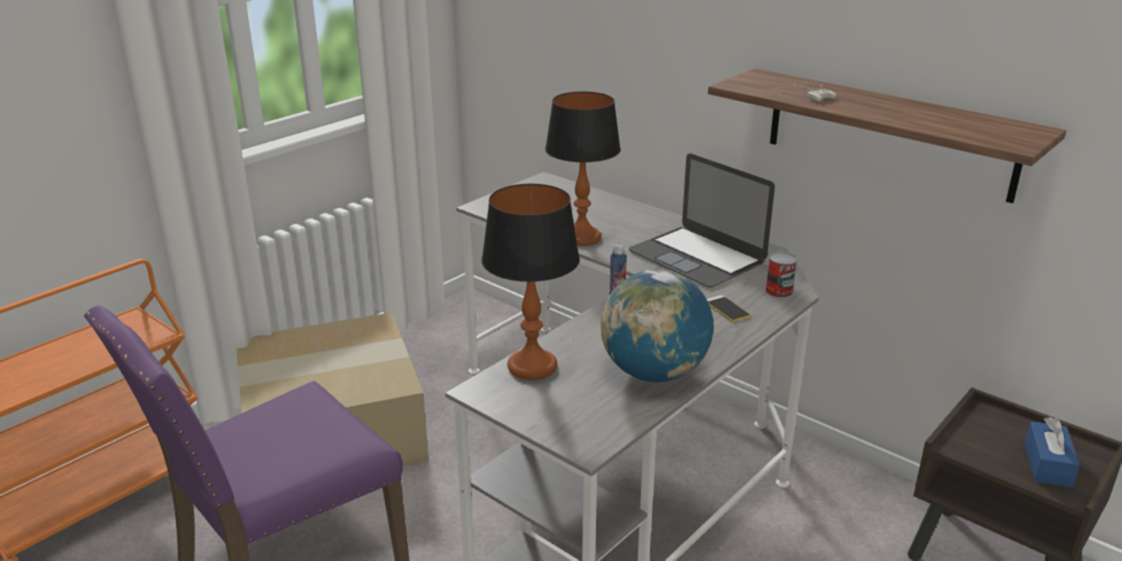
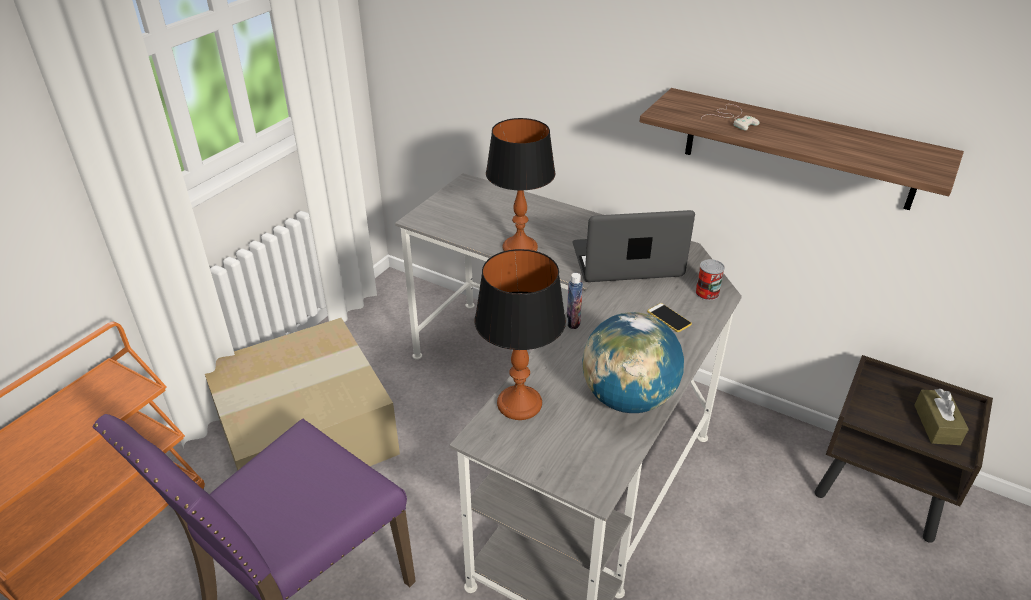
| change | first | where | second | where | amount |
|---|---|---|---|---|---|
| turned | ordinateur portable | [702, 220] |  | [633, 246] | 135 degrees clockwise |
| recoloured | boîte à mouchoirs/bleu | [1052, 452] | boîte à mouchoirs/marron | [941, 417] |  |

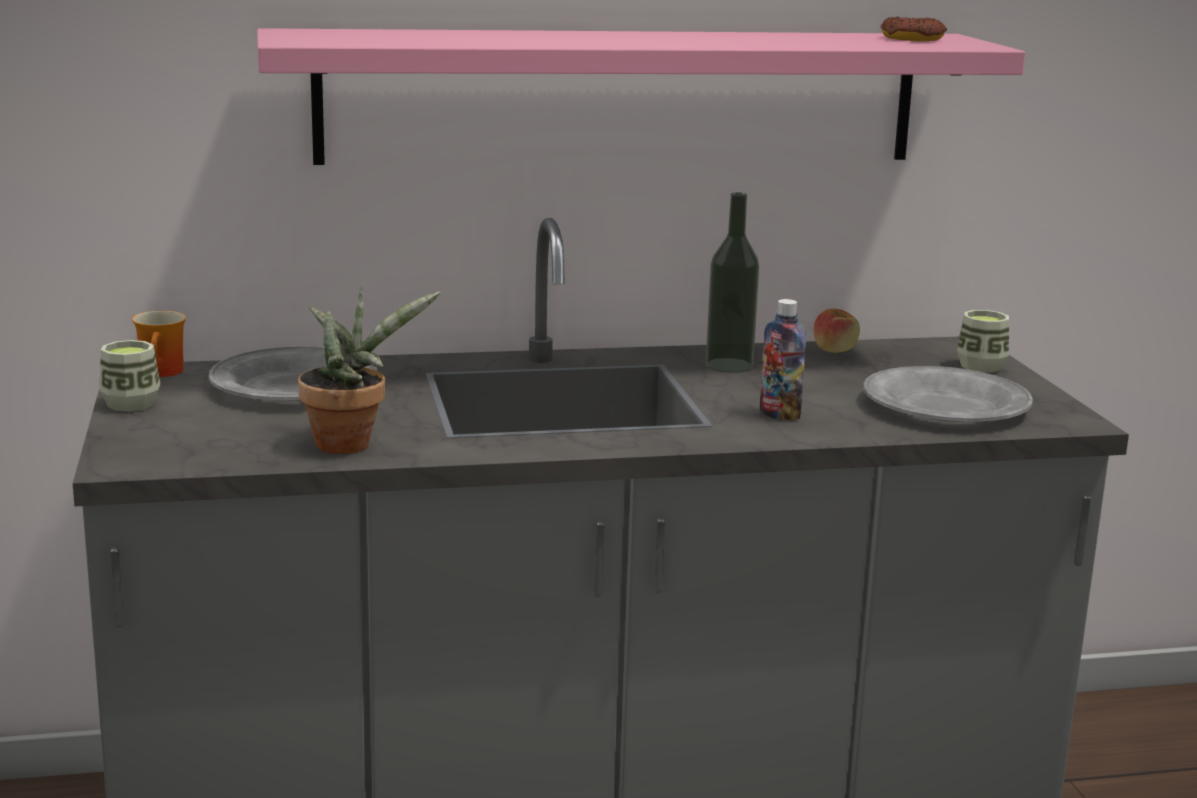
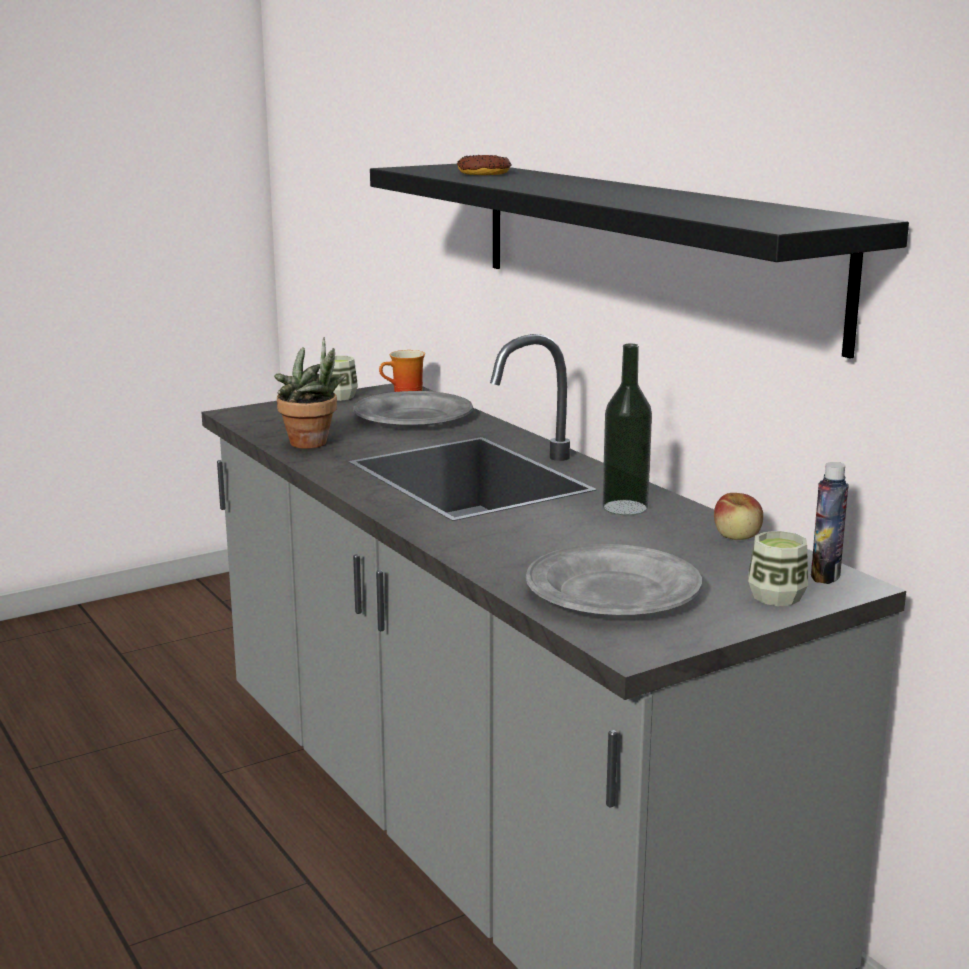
| change | first | where | second | where | amount |
|---|---|---|---|---|---|
| recoloured | étagère/rose | [641, 96] | étagère/noir | [639, 261] |  |
| moved | bouteille | [783, 360] |  | [830, 523] |  |
| moved | beignet | [914, 29] |  | [484, 165] |  |

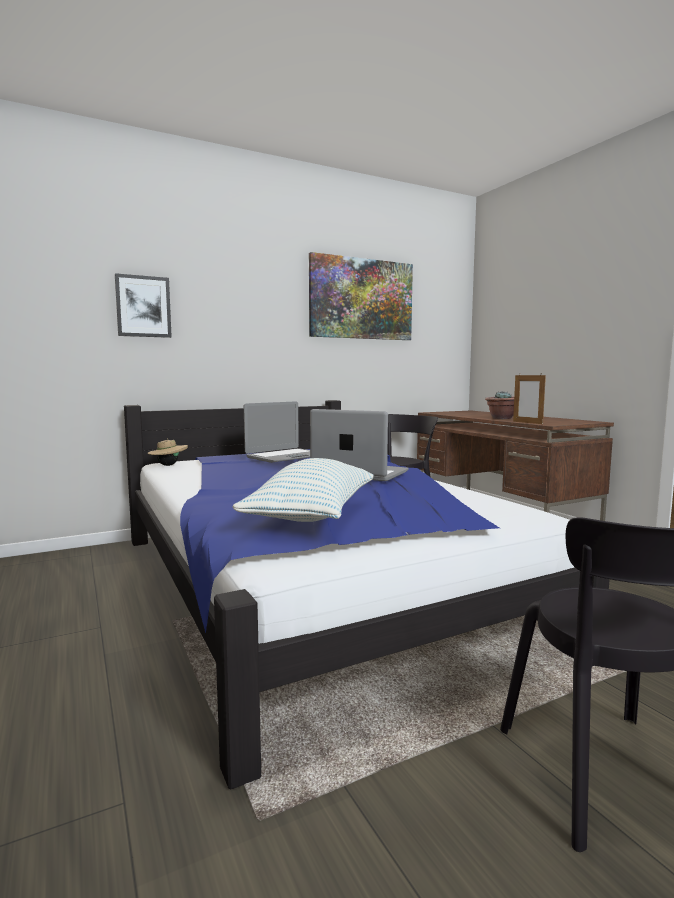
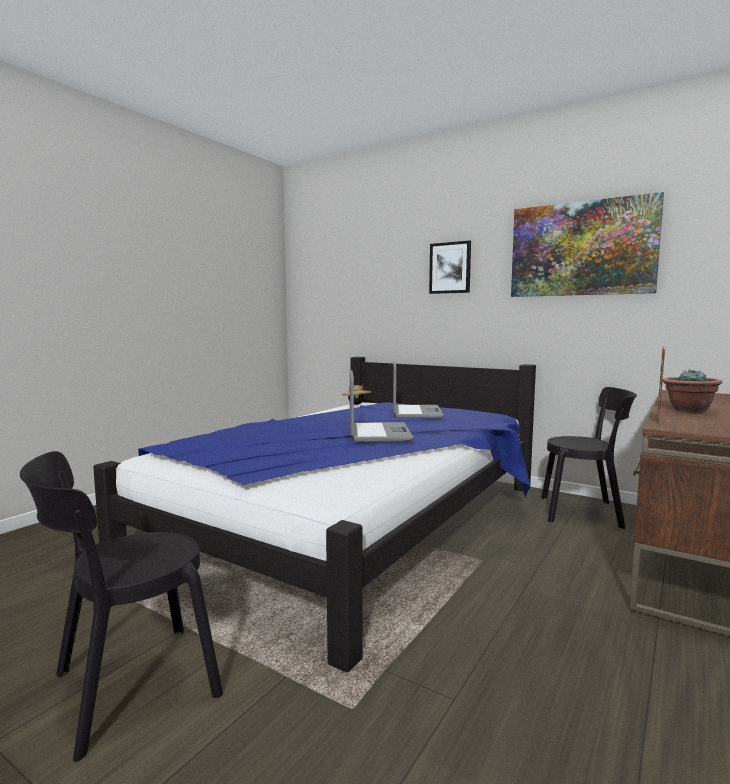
| change | first | where | second | where | amount |
|---|---|---|---|---|---|
| moved | tableau | [143, 305] |  | [450, 267] |  |
| removed | coussin | [303, 490] |  |  |  |
| turned | ordinateur portable | [277, 432] |  | [418, 390] | 105 degrees counterclockwise |

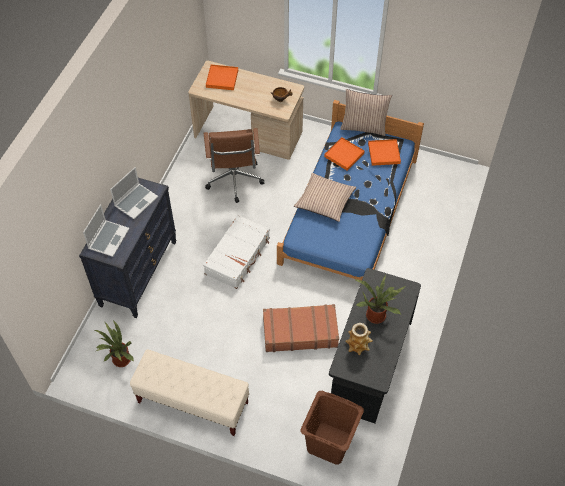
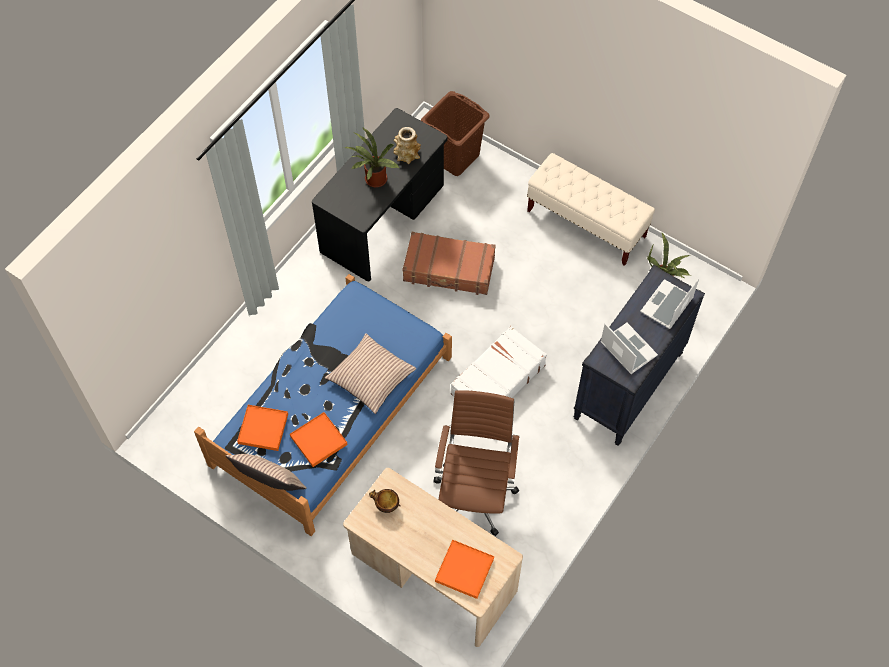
| change | first | where | second | where | amount |
|---|---|---|---|---|---|
| turned | ordinateur portable | [134, 193] |  | [629, 348] | 90 degrees clockwise |

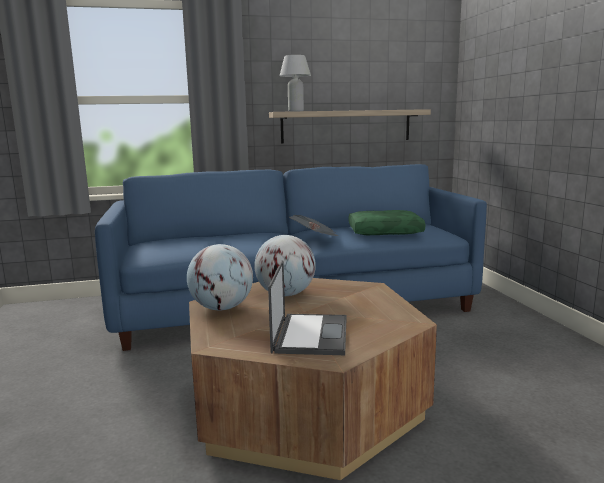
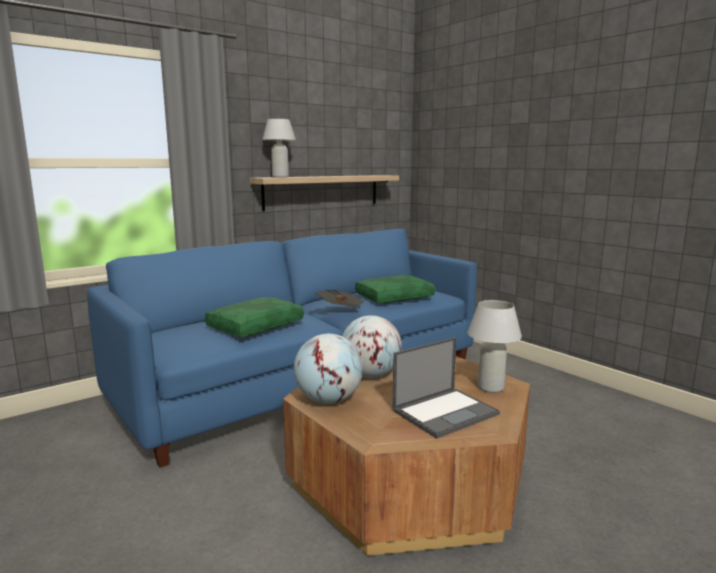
| change | first | where | second | where | amount |
|---|---|---|---|---|---|
| turned | ordinateur portable | [307, 307] |  | [446, 388] | 75 degrees clockwise |
| added |  |  | coussin/vert | [254, 317] |  |
| added |  |  | lampe de table/blanc | [494, 346] |  |

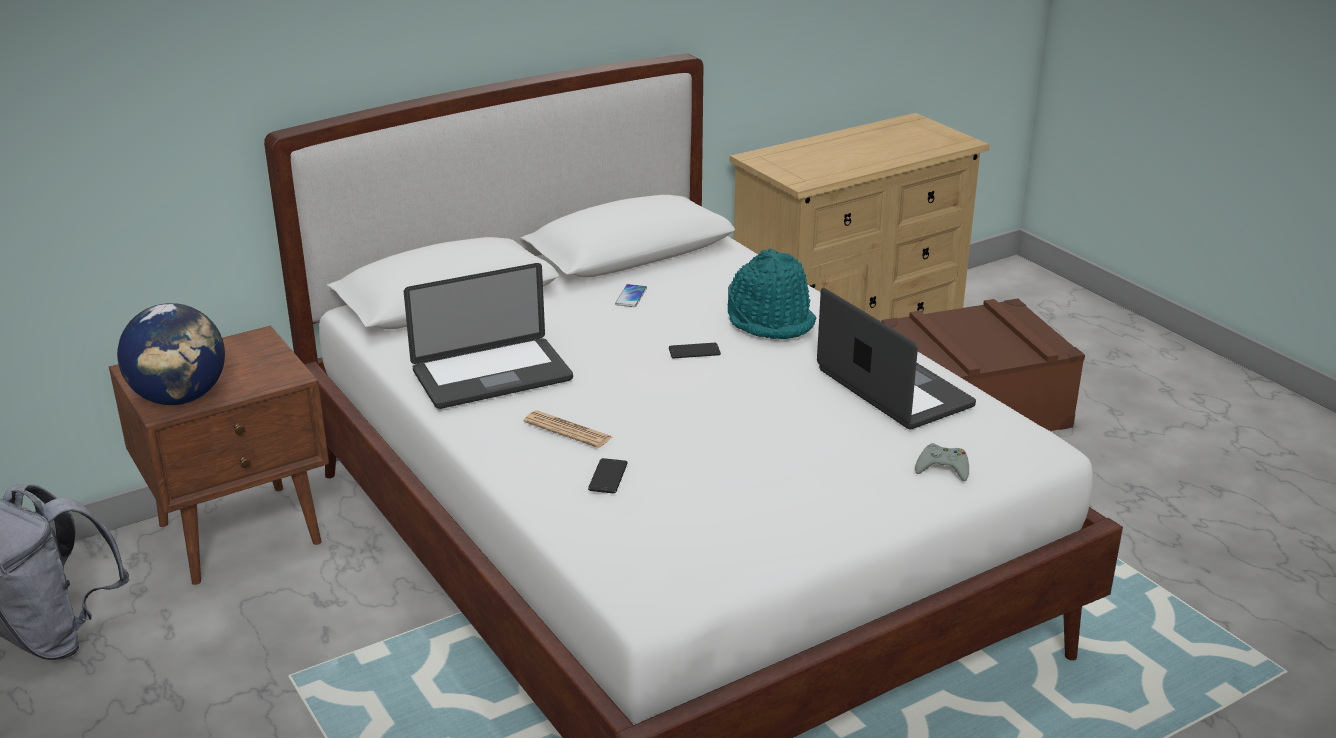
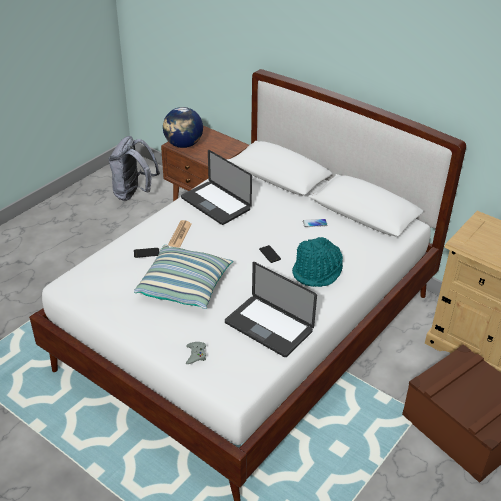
| change | first | where | second | where | amount |
|---|---|---|---|---|---|
| turned | ordinateur portable | [896, 358] |  | [271, 309] | 90 degrees clockwise |
| added |  |  | coussin | [183, 277] |  |

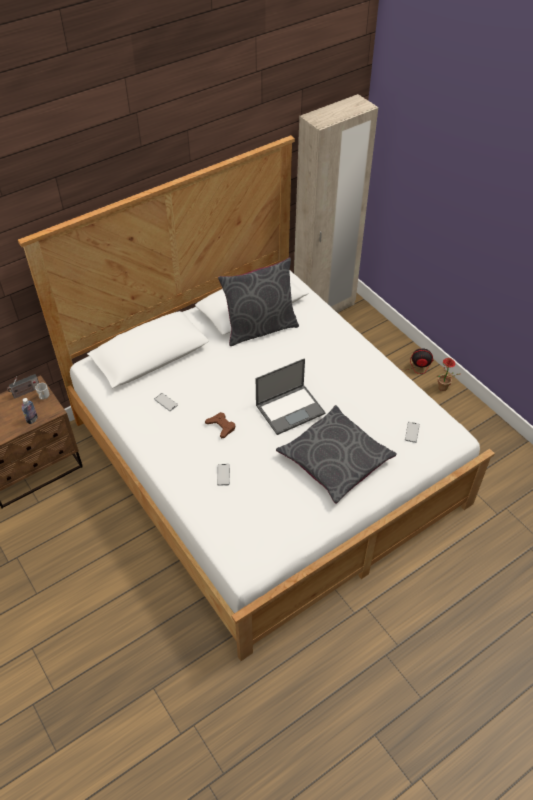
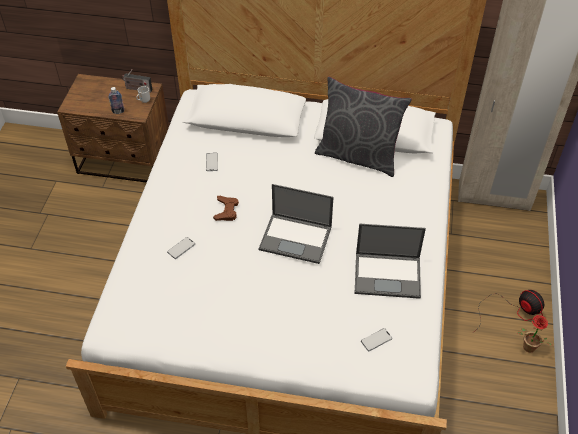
| change | first | where | second | where | amount |
|---|---|---|---|---|---|
| removed | coussin/gris | [336, 454] |  |  |  |
| added |  |  | ordinateur portable | [390, 261] |  |

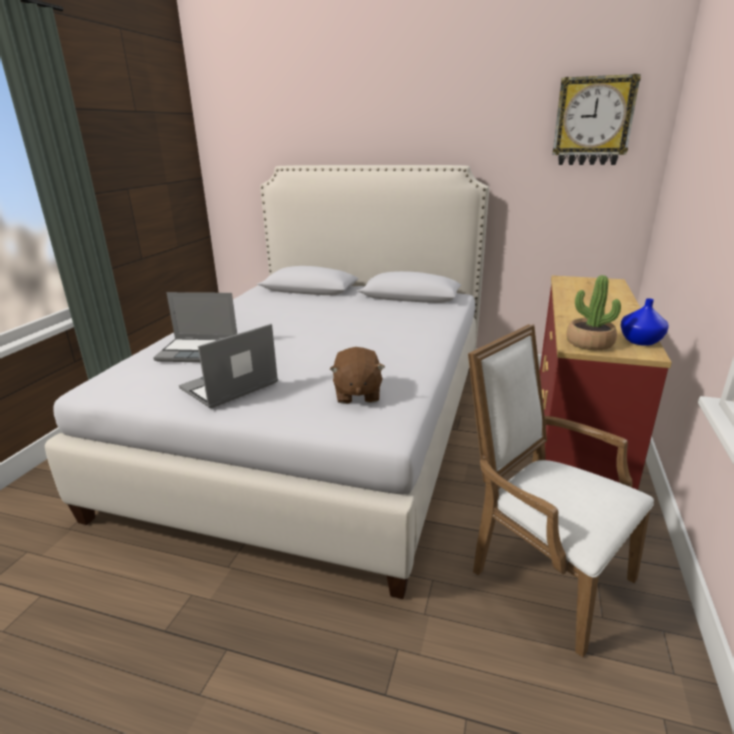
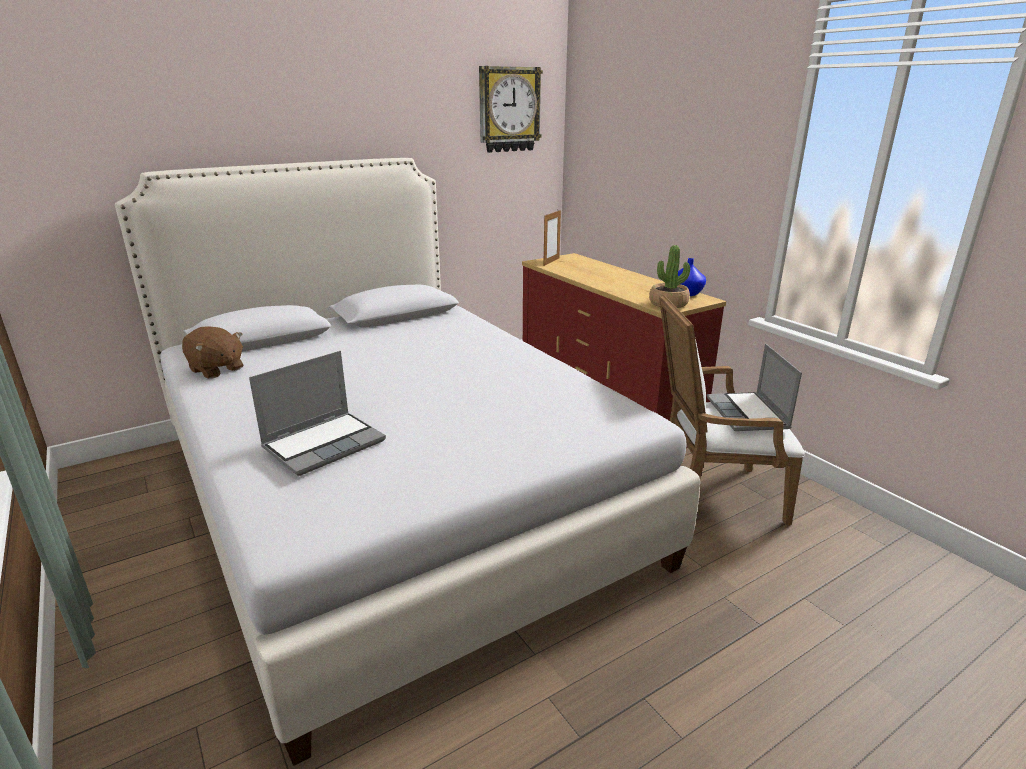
| change | first | where | second | where | amount |
|---|---|---|---|---|---|
| moved | ordinateur portable | [228, 366] |  | [754, 387] |  |
| moved | peluche/marron | [357, 375] |  | [212, 352] |  |
| added |  |  | cadre photo | [552, 238] |  |

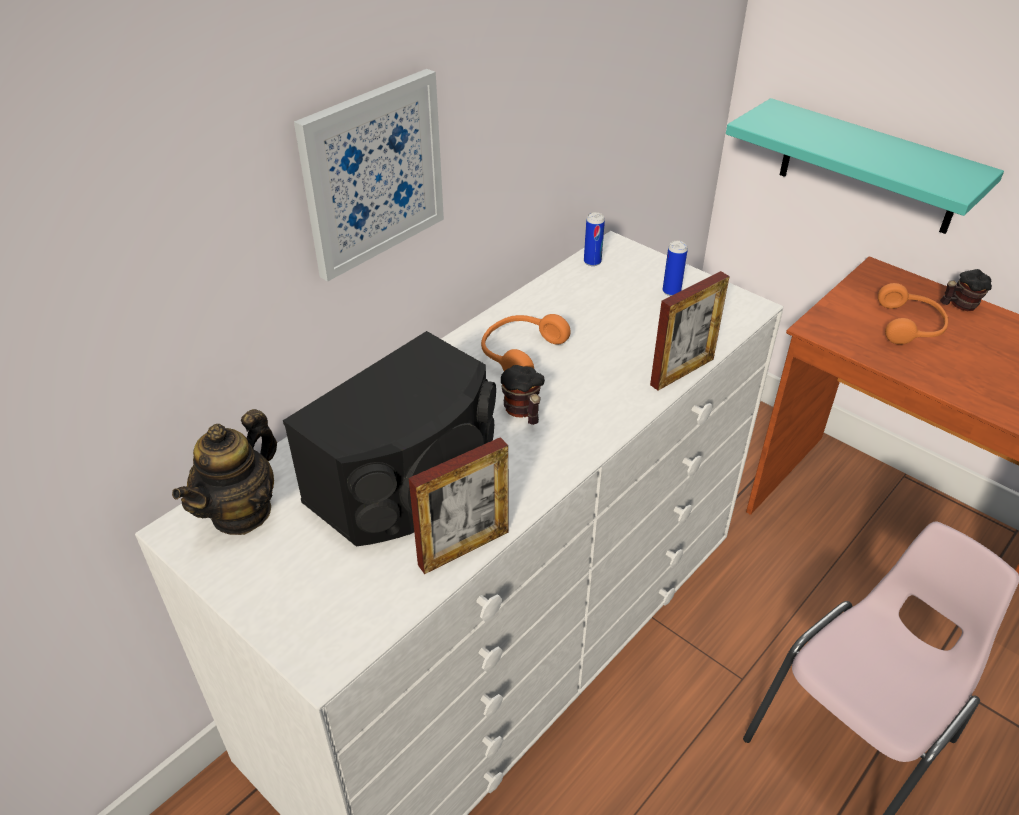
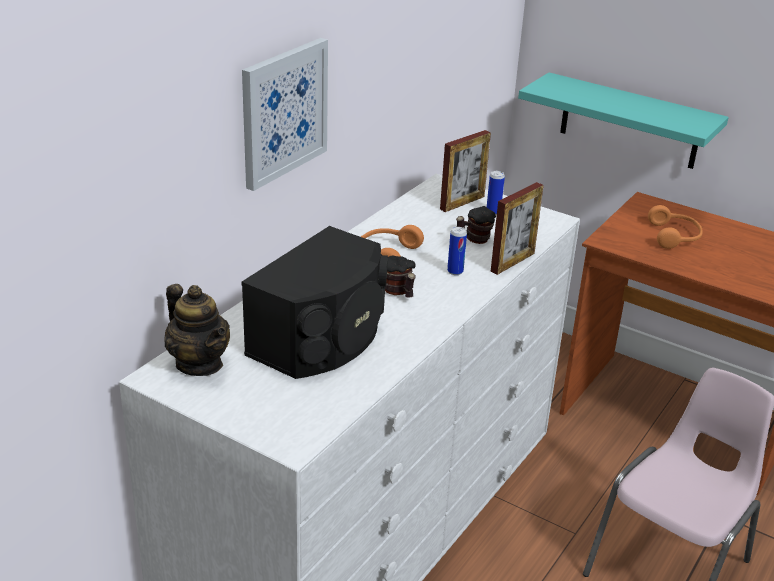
| change | first | where | second | where | amount |
|---|---|---|---|---|---|
| turned | théière | [224, 472] |  | [197, 330] | 60 degrees counterclockwise |
| moved | cadre photo | [458, 505] |  | [465, 171] |  |
| moved | boîte métallique | [594, 239] |  | [457, 251] |  |
| moved | mug | [966, 290] |  | [476, 225] |  |

